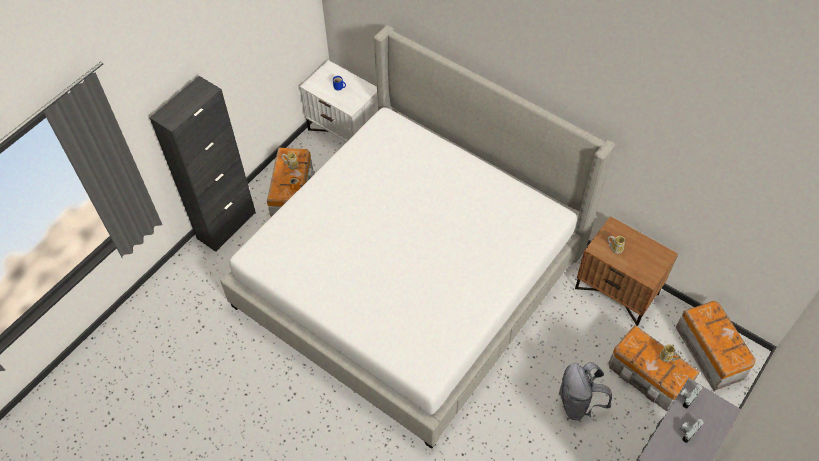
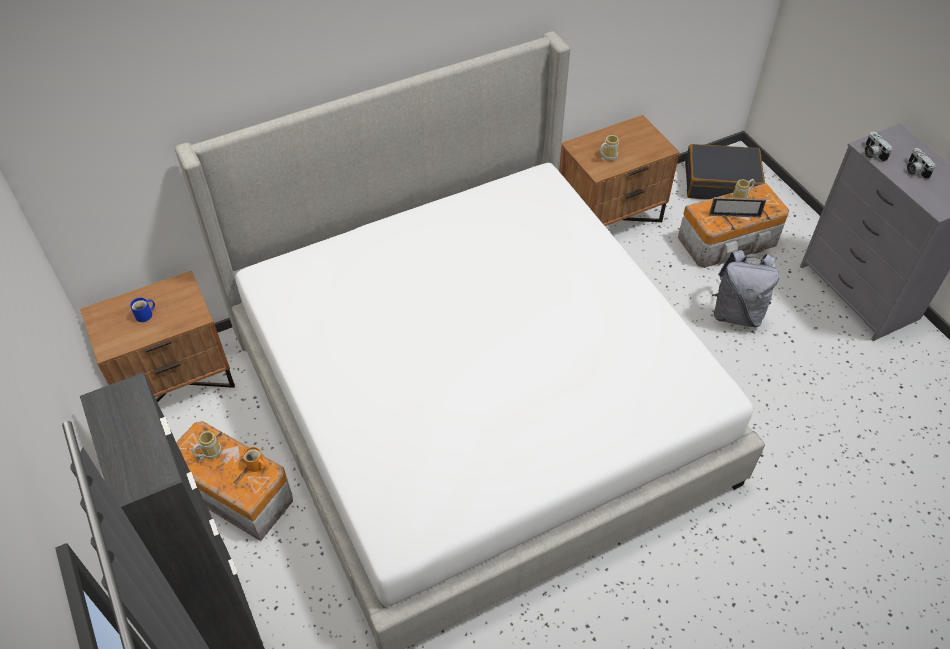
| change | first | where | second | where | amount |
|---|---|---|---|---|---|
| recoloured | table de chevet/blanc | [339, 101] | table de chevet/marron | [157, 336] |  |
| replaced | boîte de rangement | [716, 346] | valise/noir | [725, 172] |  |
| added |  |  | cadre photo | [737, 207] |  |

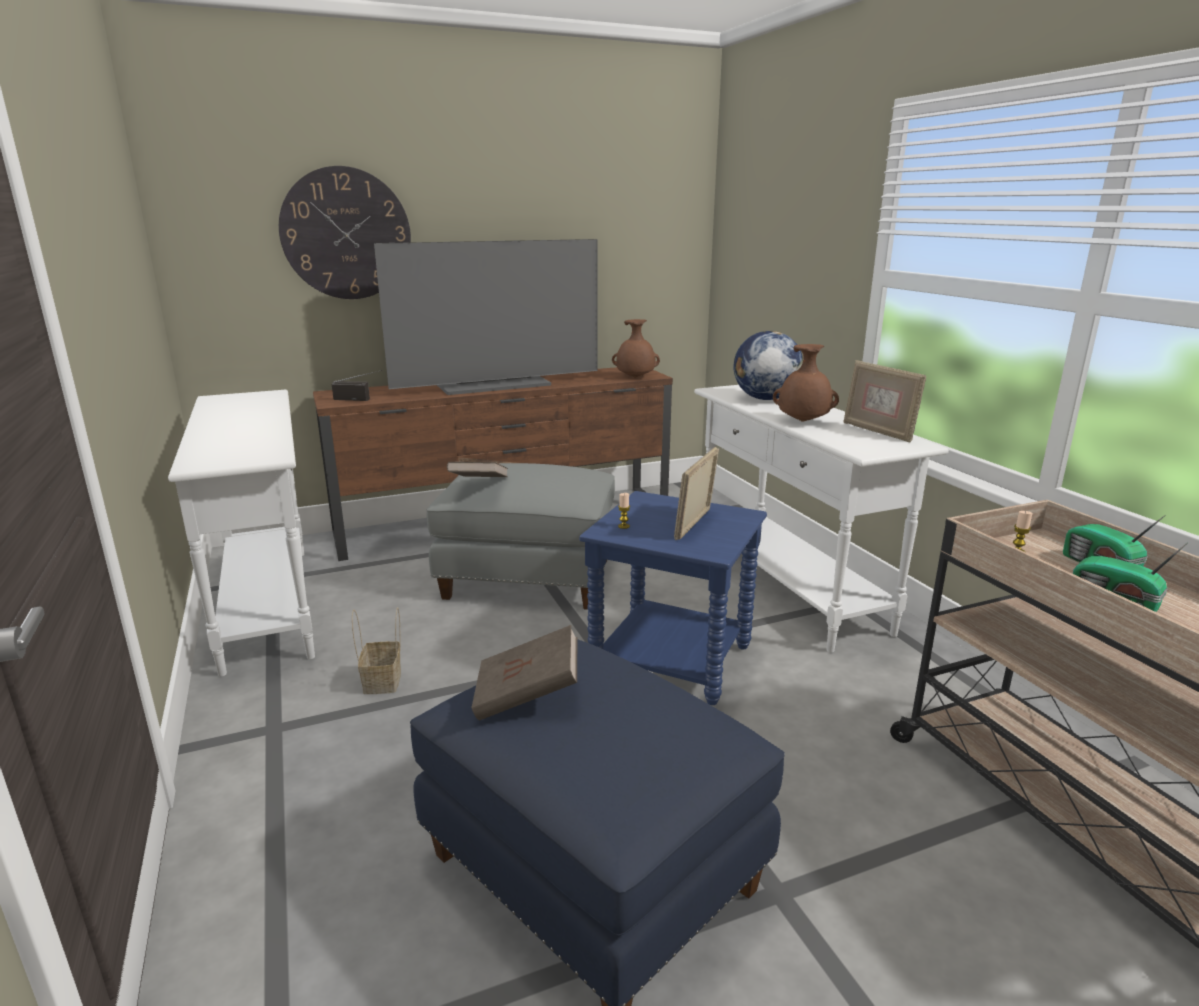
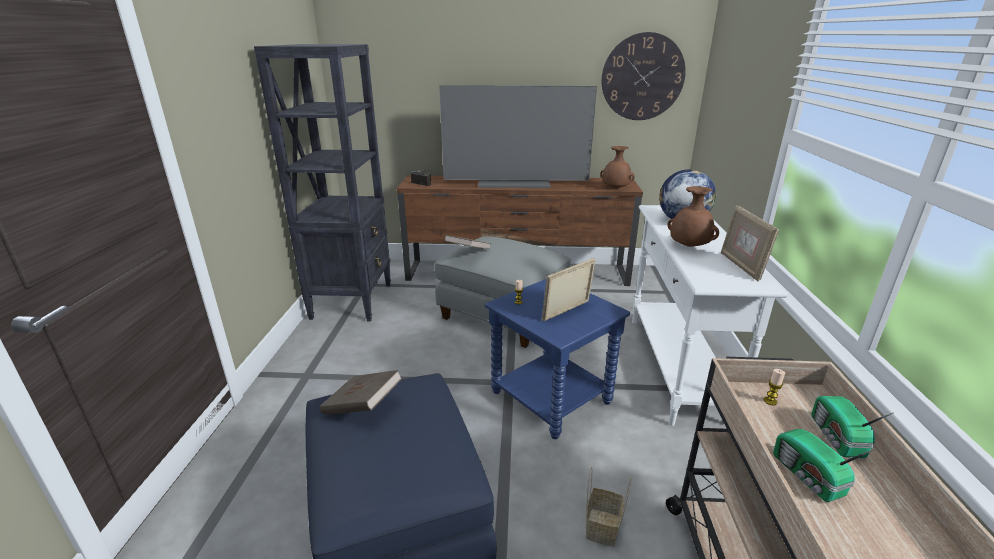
| change | first | where | second | where | amount |
|---|---|---|---|---|---|
| replaced | table console/blanc | [241, 533] | bibliothèque/noir | [322, 182] |  |
| moved | horloge murale | [345, 232] |  | [643, 76] |  |
| moved | panier | [376, 650] |  | [609, 507] |  |

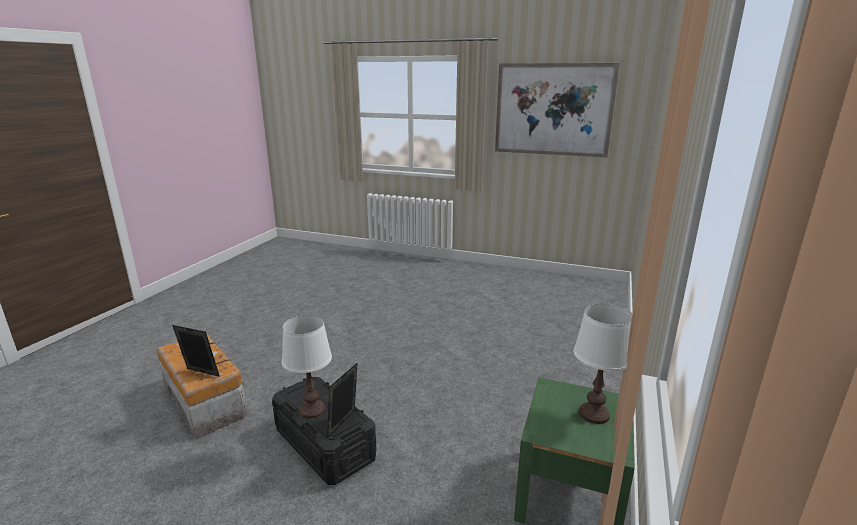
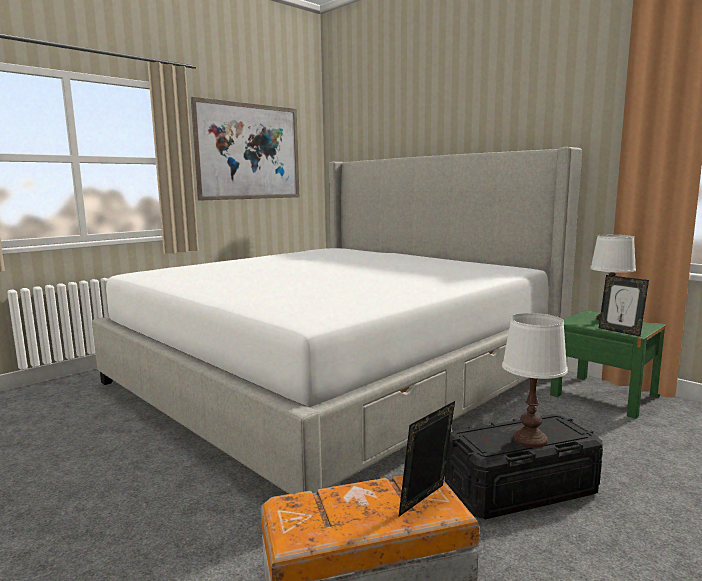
| change | first | where | second | where | amount |
|---|---|---|---|---|---|
| moved | cadre photo | [342, 400] |  | [624, 306] |  |
| added |  |  | lit | [337, 320] |  |

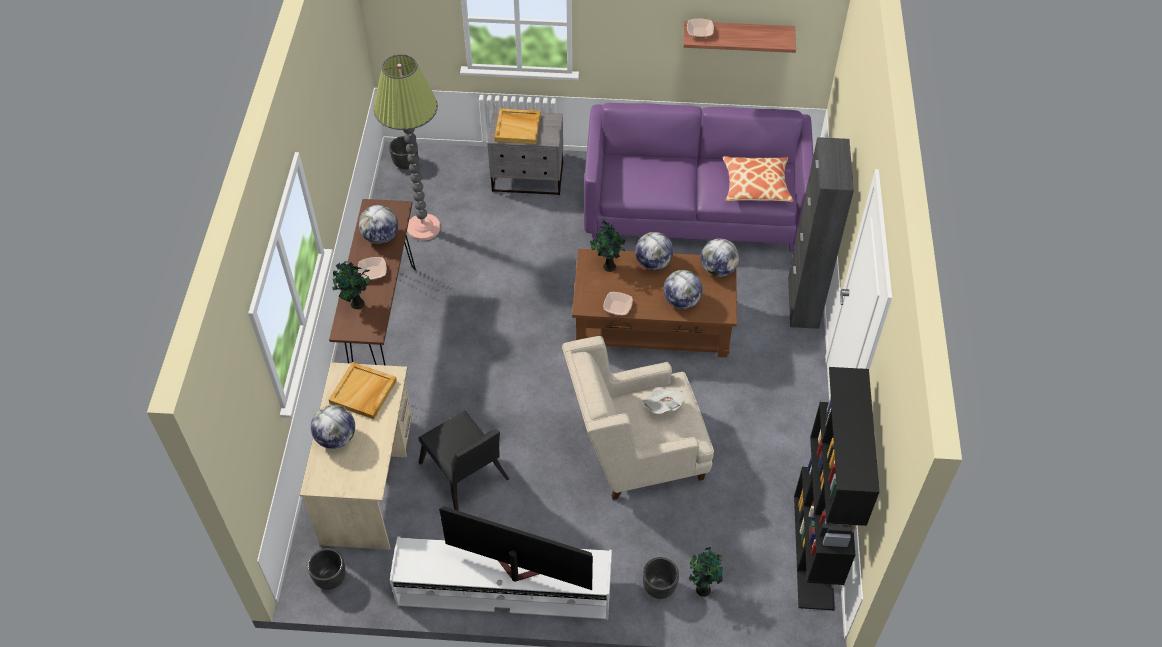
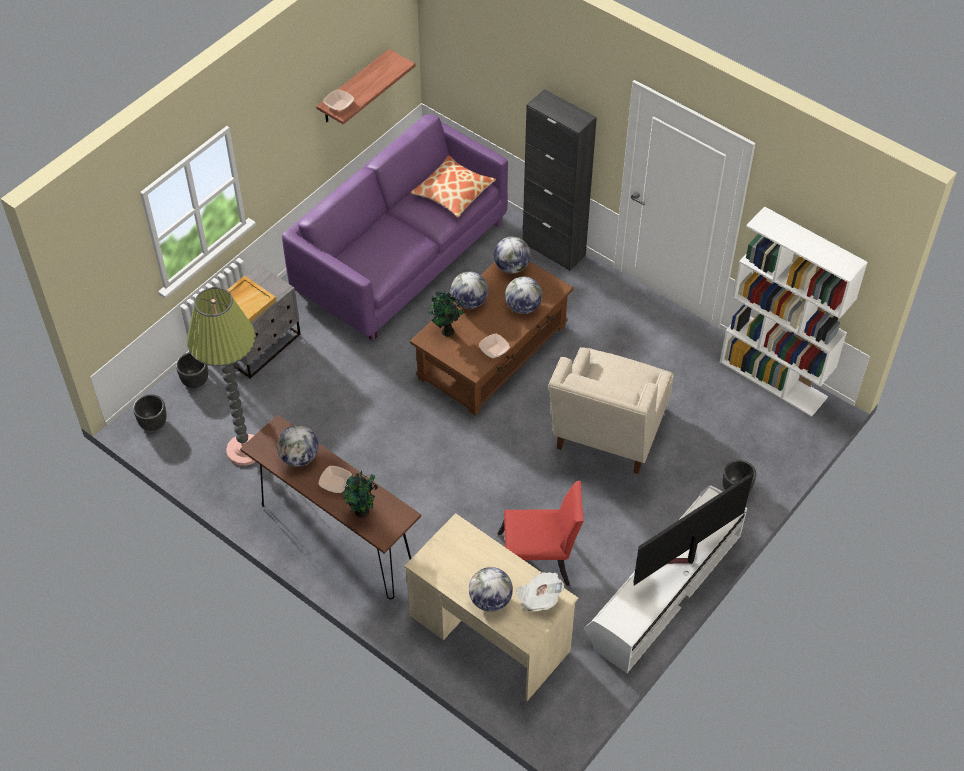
| change | first | where | second | where | amount |
|---|---|---|---|---|---|
| moved | cache-pot/noir | [327, 569] |  | [192, 370] |  |
| removed | plateau/beige | [363, 390] |  |  |  |
| recoloured | chaise/noir | [464, 460] | chaise/rouge | [541, 533] |  |
| moved | journal | [664, 400] |  | [540, 592] |  |
| removed | plante en pot | [706, 572] |  |  |  |
| recoloured | bibliothèque/noir | [836, 488] | bibliothèque/blanc | [794, 311] |  |

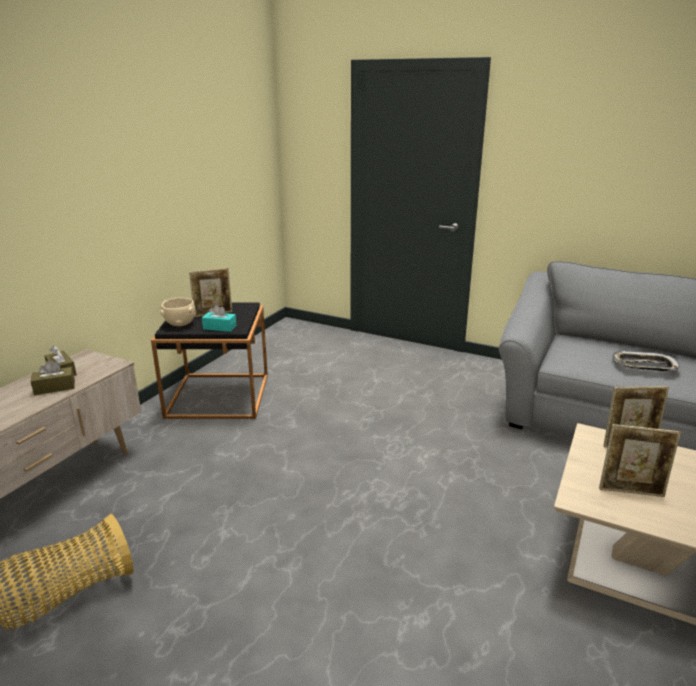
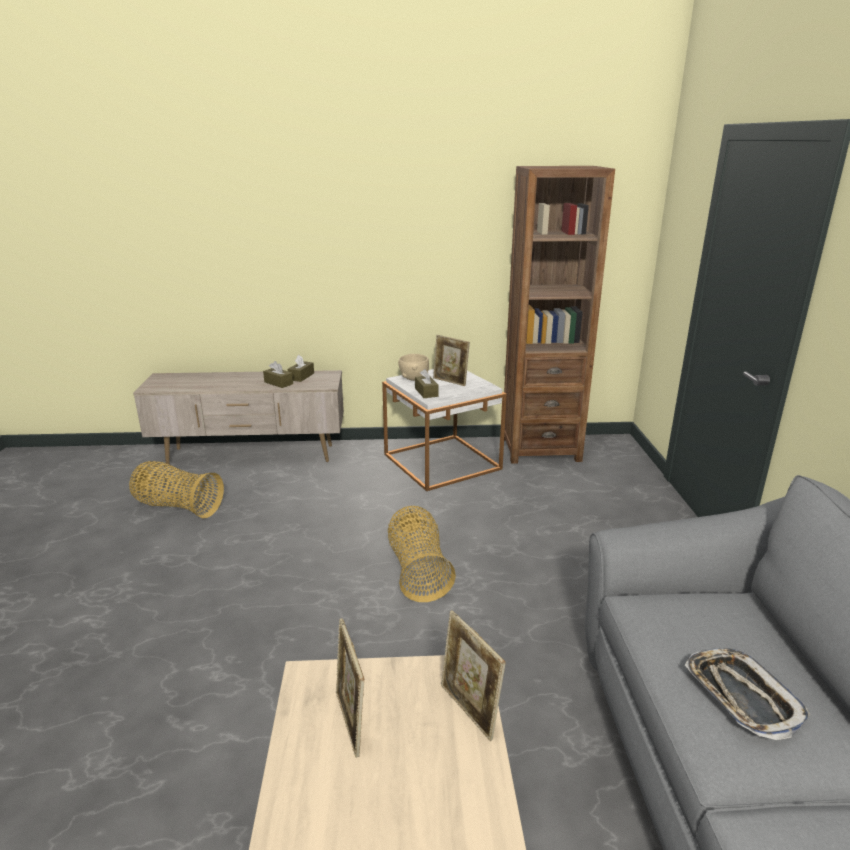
| change | first | where | second | where | amount |
|---|---|---|---|---|---|
| recoloured | table d'appoint/noir | [209, 361] | table d'appoint/blanc | [444, 430] |  |
| recoloured | boîte à mouchoirs/turquoise | [219, 318] | boîte à mouchoirs/marron | [426, 383] |  |
| added |  |  | panier | [422, 554] |  |
| added |  |  | bibliothèque/marron | [559, 315] |  |

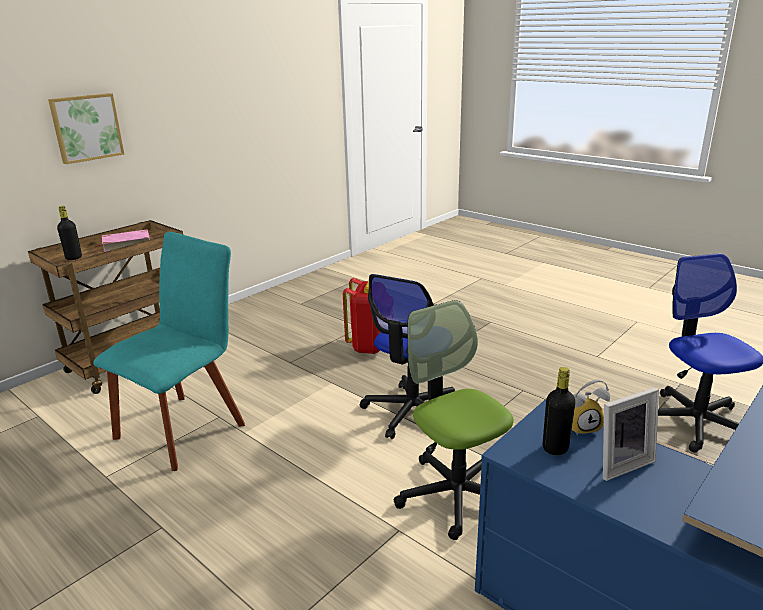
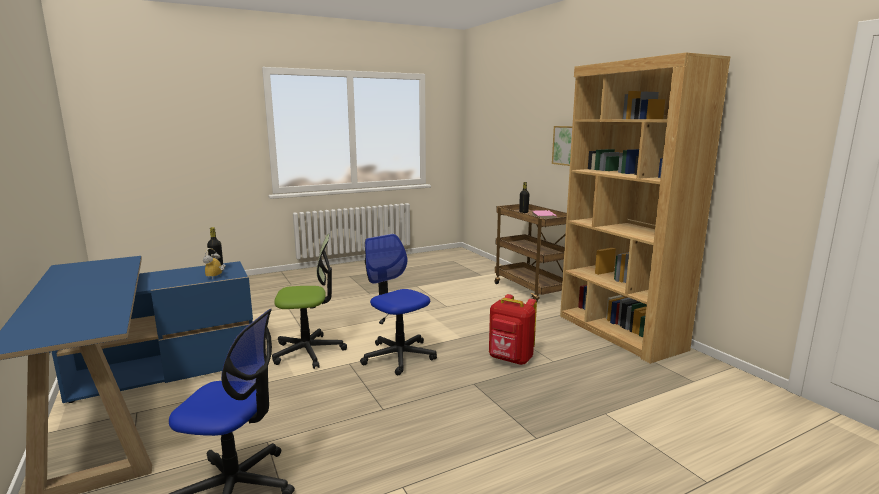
| change | first | where | second | where | amount |
|---|---|---|---|---|---|
| removed | chaise/turquoise | [169, 351] |  |  |  |
| removed | cadre photo | [631, 434] |  |  |  |
| added |  |  | bibliothèque/marron | [645, 208] |  |

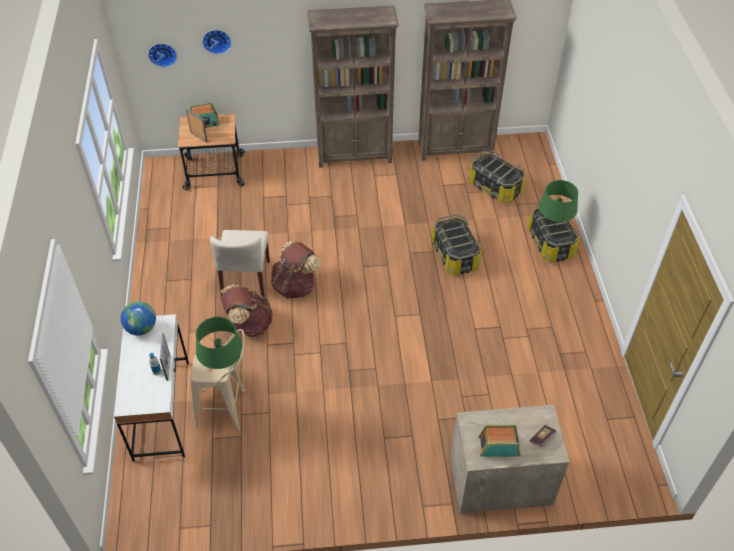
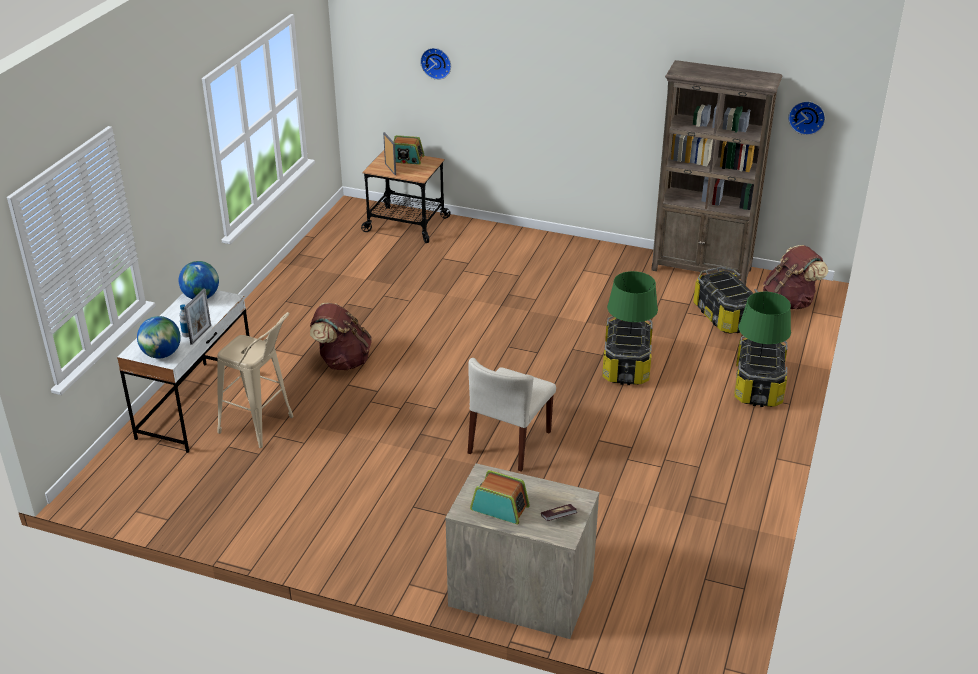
| change | first | where | second | where | amount |
|---|---|---|---|---|---|
| moved | horloge murale | [162, 55] |  | [806, 118] |  |
| moved | lampe de table/vert | [219, 343] |  | [632, 303] |  |
| moved | chaise/beige | [240, 263] |  | [512, 414] |  |
| moved | sac à dos/marron | [296, 269] |  | [795, 277] |  |
| removed | bibliothèque/marron | [353, 86] |  |  |  |
| added |  |  | globe | [159, 337] |  |

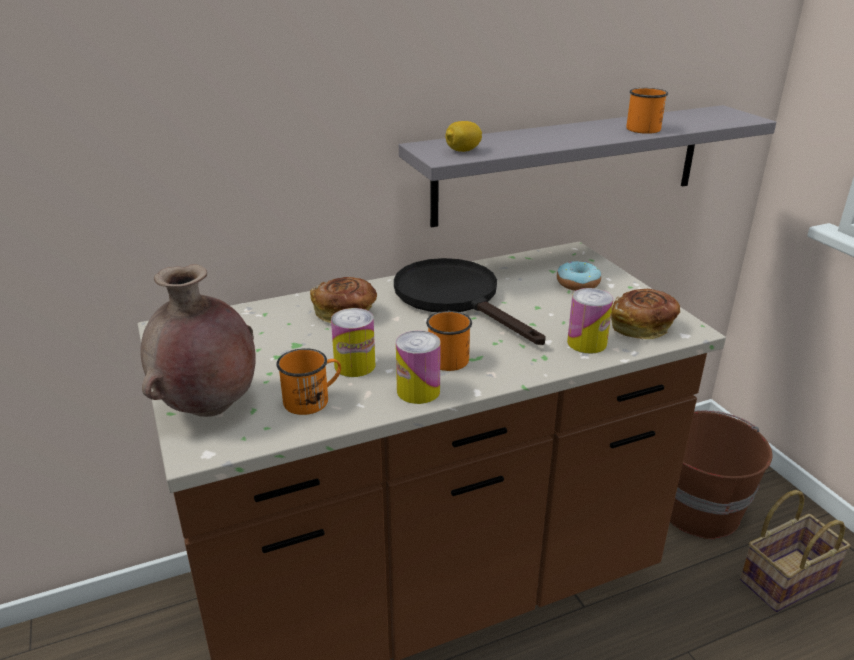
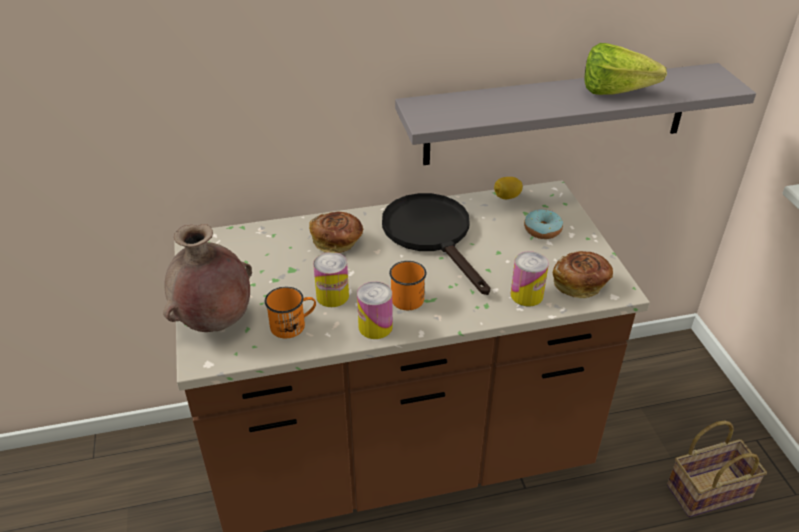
| change | first | where | second | where | amount |
|---|---|---|---|---|---|
| moved | citron | [463, 136] |  | [508, 188] |  |
| replaced | mug/orange | [647, 111] | laitue | [625, 69] |  |
| removed | seau/marron | [721, 474] |  |  |  |

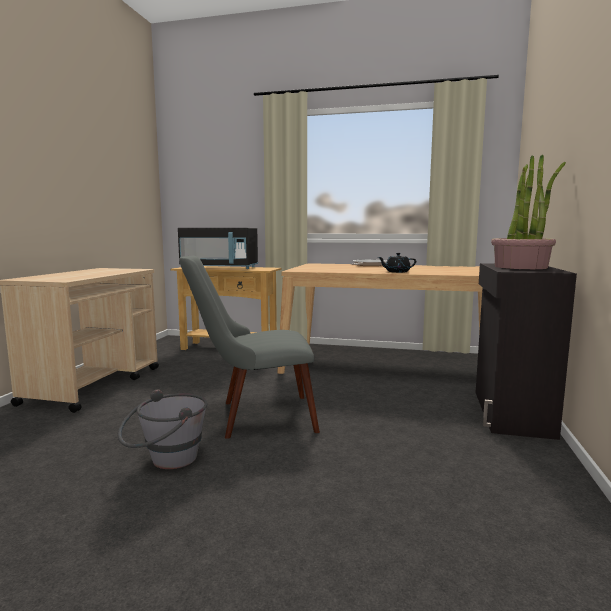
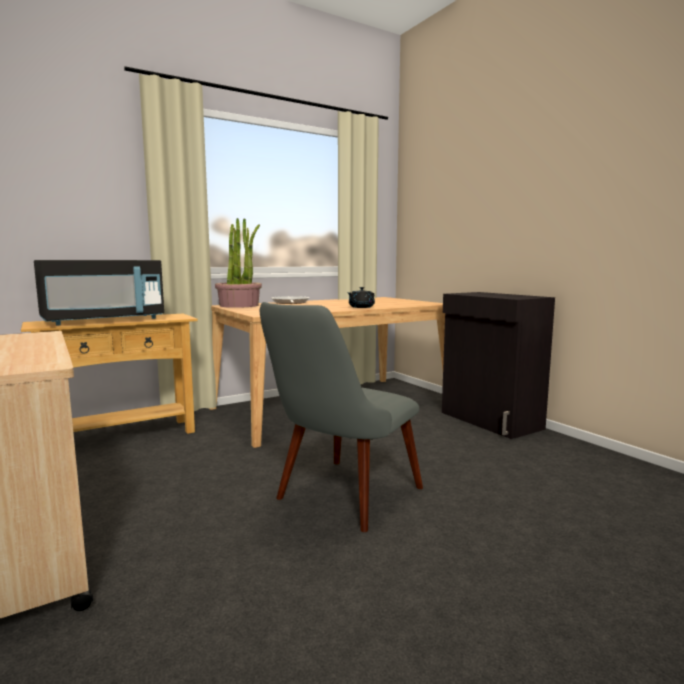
| change | first | where | second | where | amount |
|---|---|---|---|---|---|
| removed | seau/gris | [163, 429] |  |  |  |
| moved | plante en pot | [528, 212] |  | [238, 263] |  |

